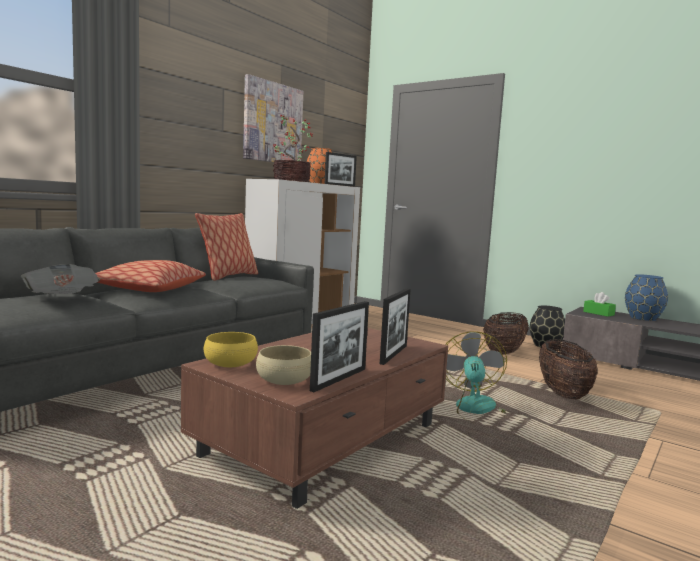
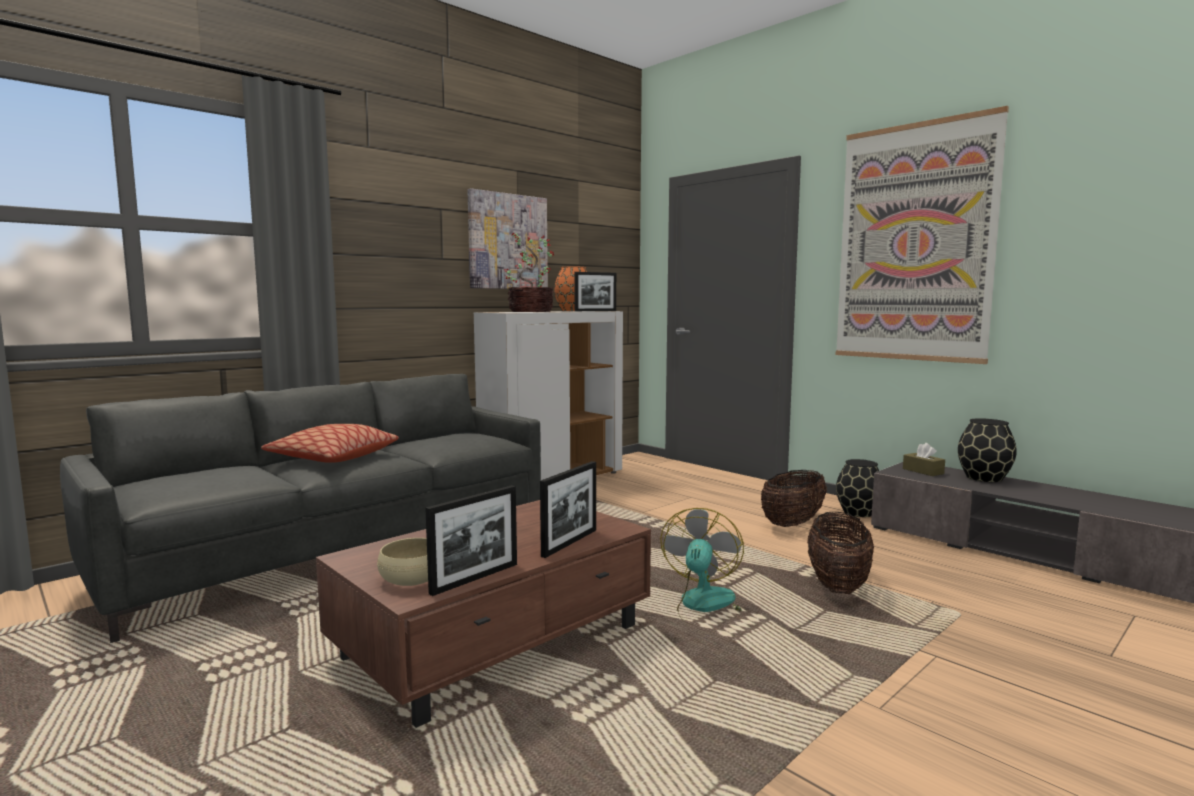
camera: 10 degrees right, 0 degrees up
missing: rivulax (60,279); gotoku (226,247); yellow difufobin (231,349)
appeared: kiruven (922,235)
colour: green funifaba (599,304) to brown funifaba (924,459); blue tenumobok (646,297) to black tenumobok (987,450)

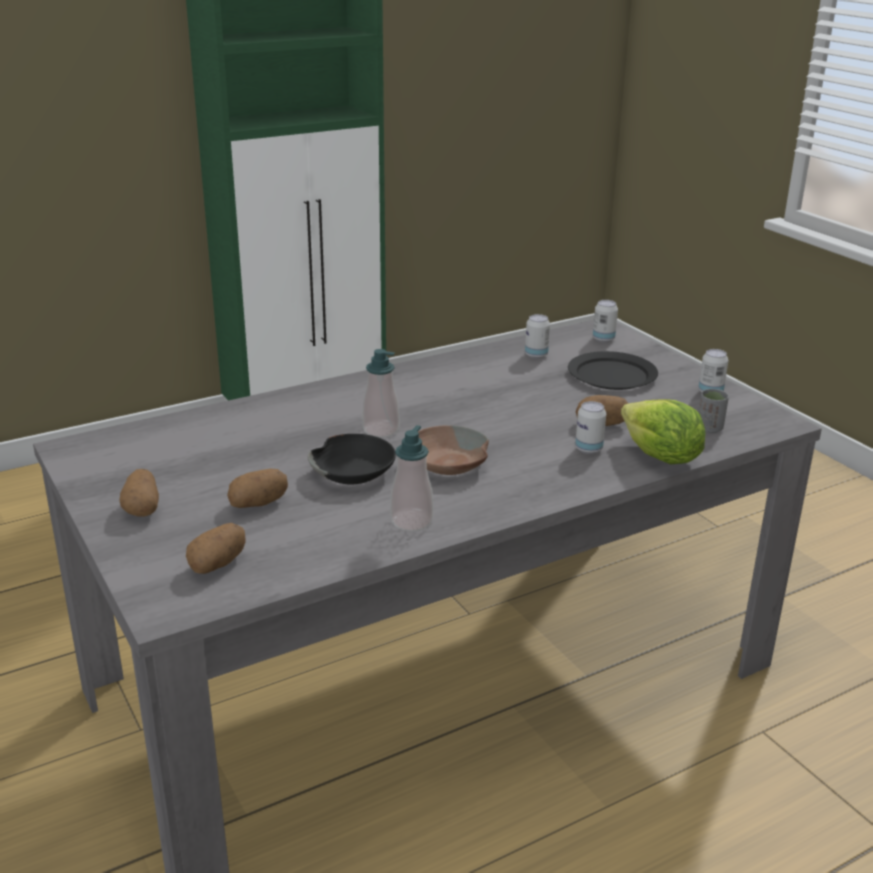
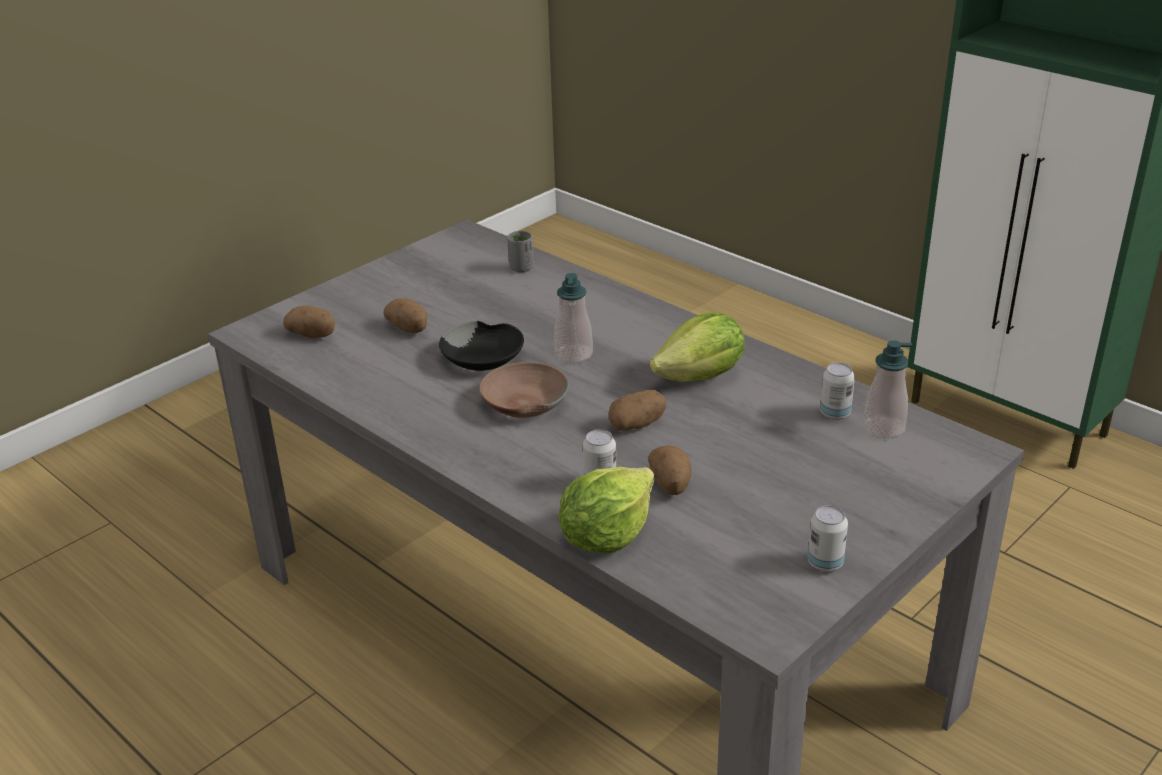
camera: 75 degrees right, 5 degrees up
missing: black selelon (613,370); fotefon (605,321)
appeared: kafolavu (697,347)
relocated: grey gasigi (713,411) to (520,251); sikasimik (139,493) to (637,410); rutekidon (411,478) to (888,389)

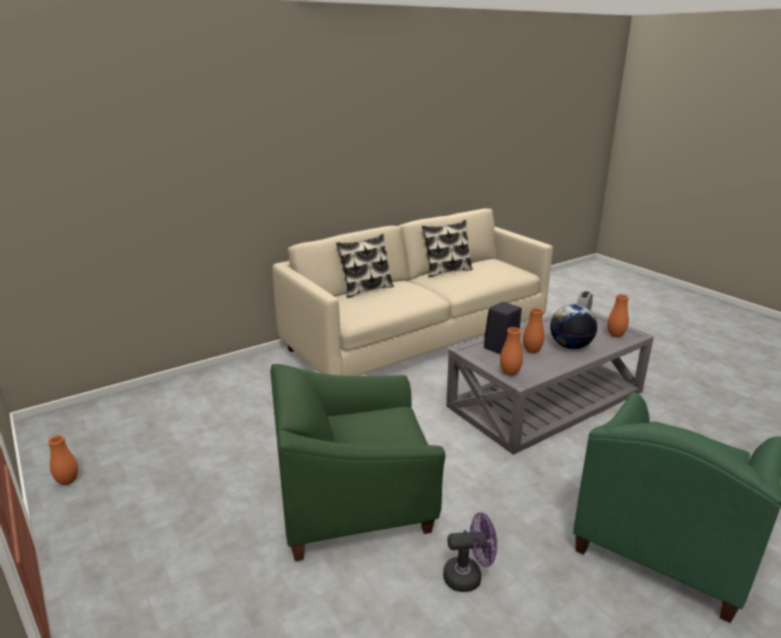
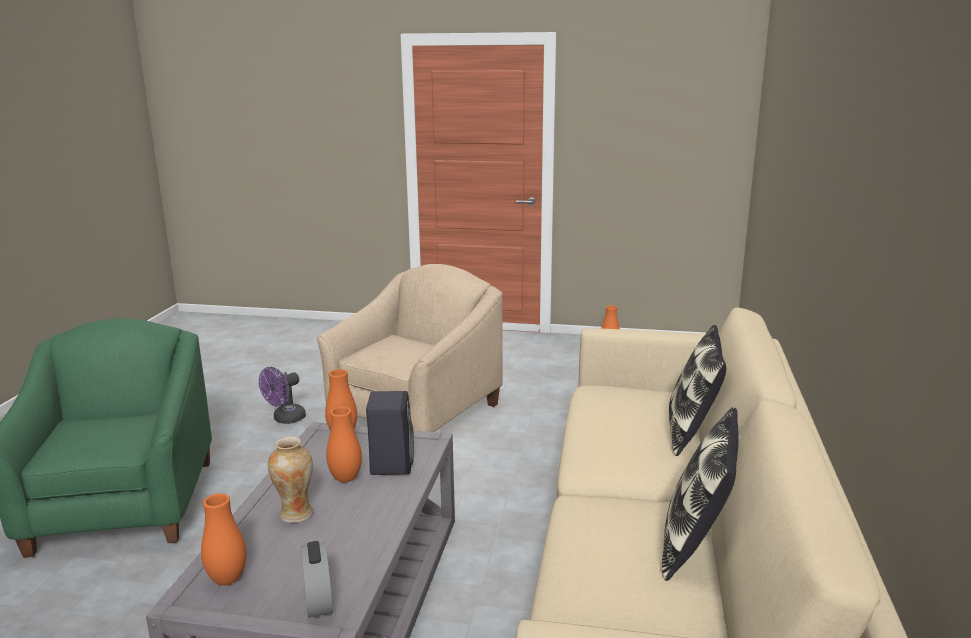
camera: 135 degrees right, 5 degrees down
exchanged: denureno (573,326) to tenumobok (290,479)
colour: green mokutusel (357,462) to beige mokutusel (410,348)

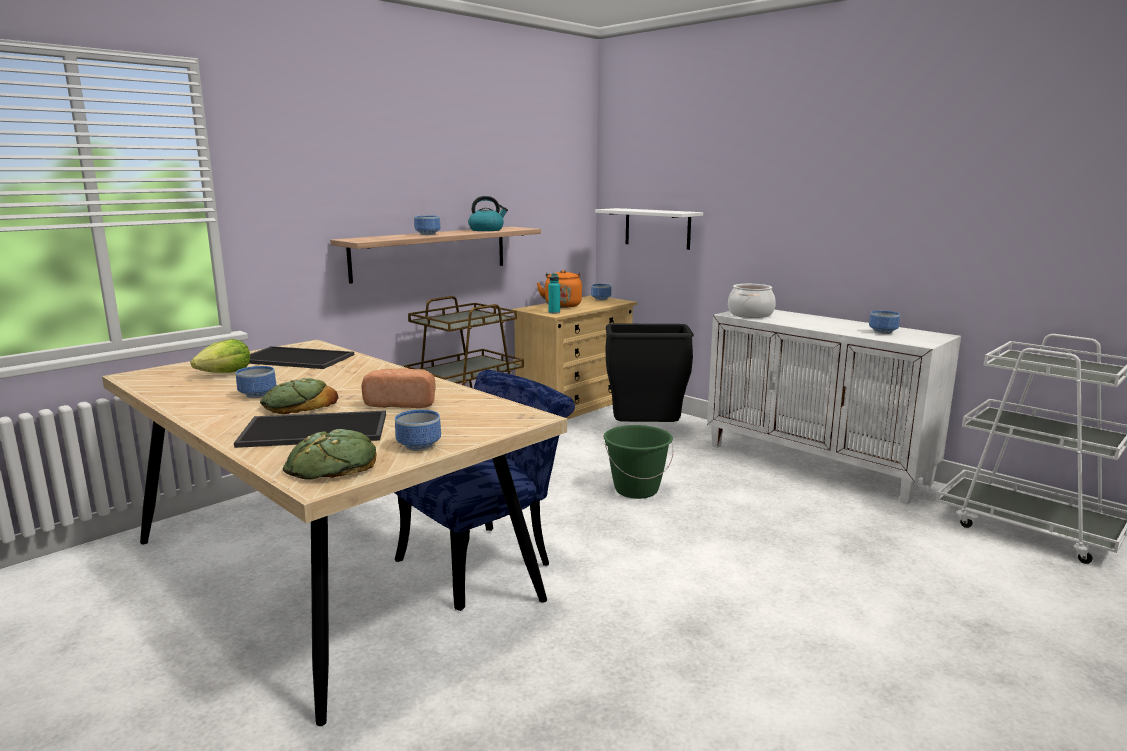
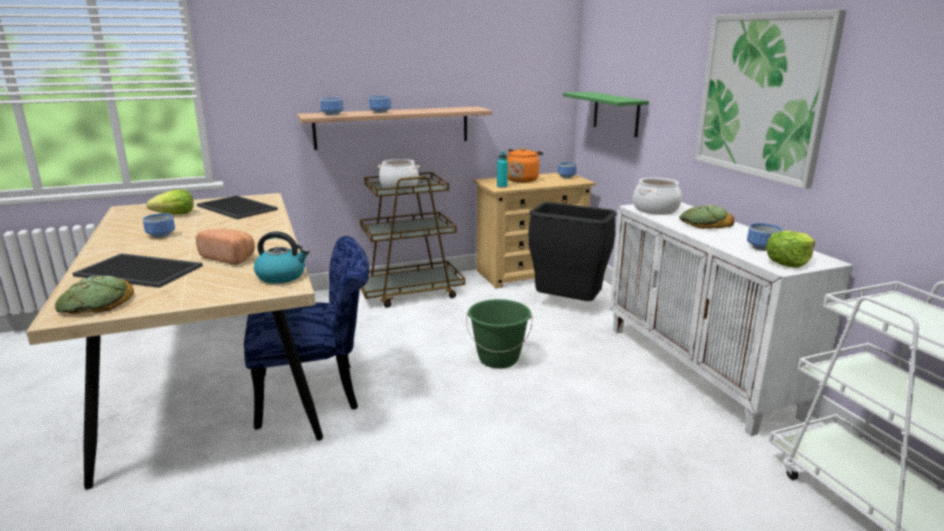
camera: 25 degrees right, 5 degrees up
appeared: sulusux (399,174); kiruven (771,99); kafolavu (790,249)
relocated: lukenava (488,213) to (281,257); difufobin (418,430) to (332,106); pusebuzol (299,396) to (707,217)
colour: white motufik (649,229) to green motufik (606,114)

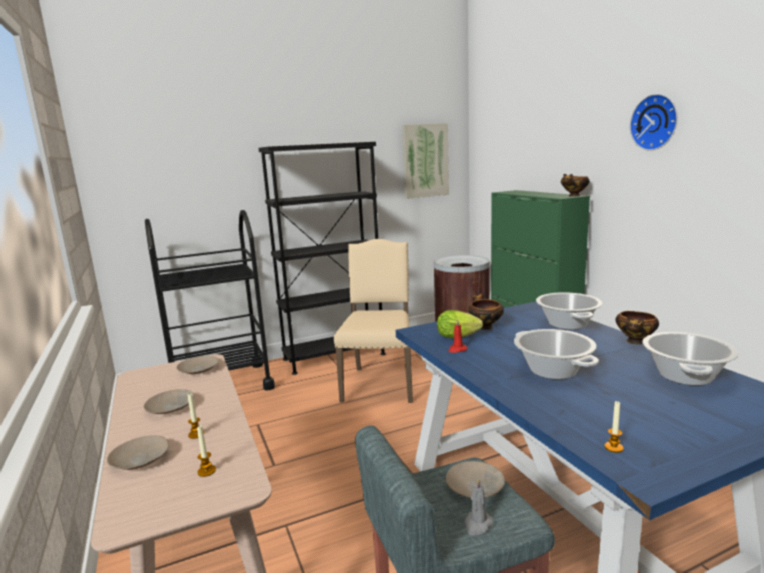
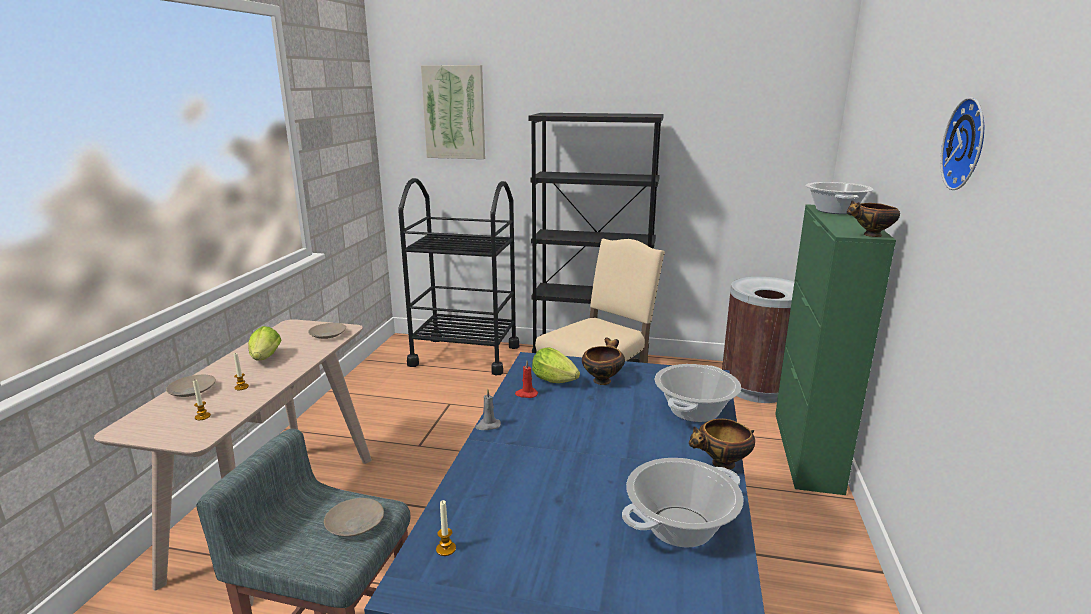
camera: 35 degrees right, 5 degrees up
relocated: kiruven (425,161) to (453,112); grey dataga (479,507) to (488,409); sulusux (556,354) to (839,198)
exchanged: beige selelon (169,401) to kafolavu (264,343)

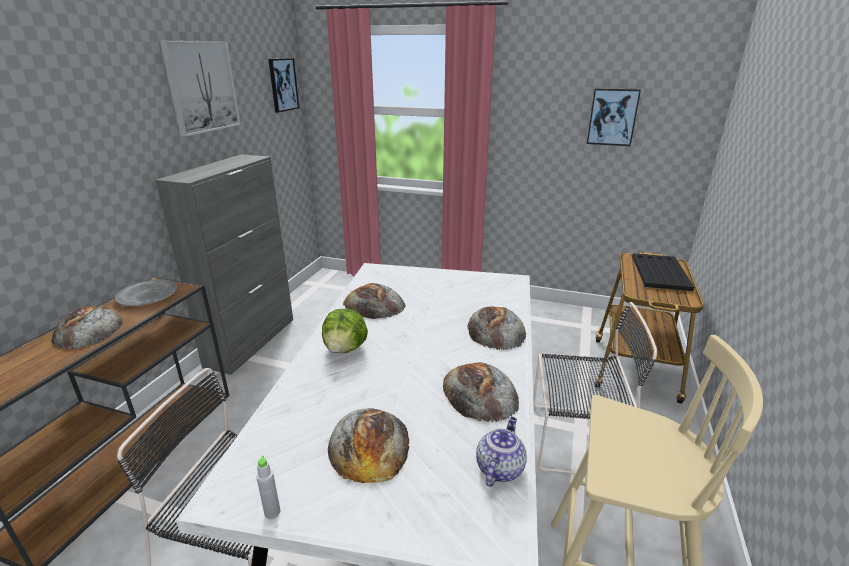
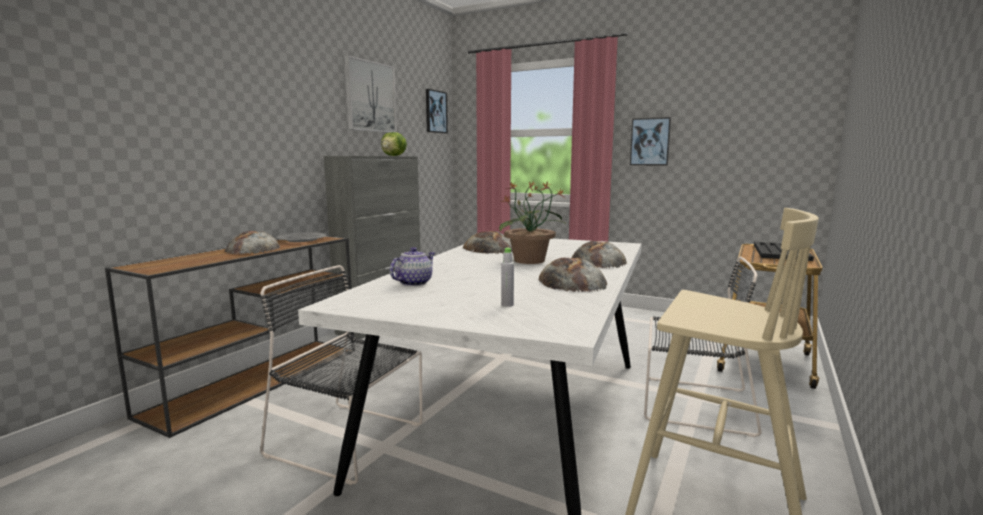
camera: 10 degrees right, 15 degrees down
missing: pusebuzol (368,445)
appeared: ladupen (532,222)
relocated: kafolavu (345,330) to (394,144); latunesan (501,452) to (412,266); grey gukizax (268,487) to (507,277); kiruven (614,117) to (650,141)

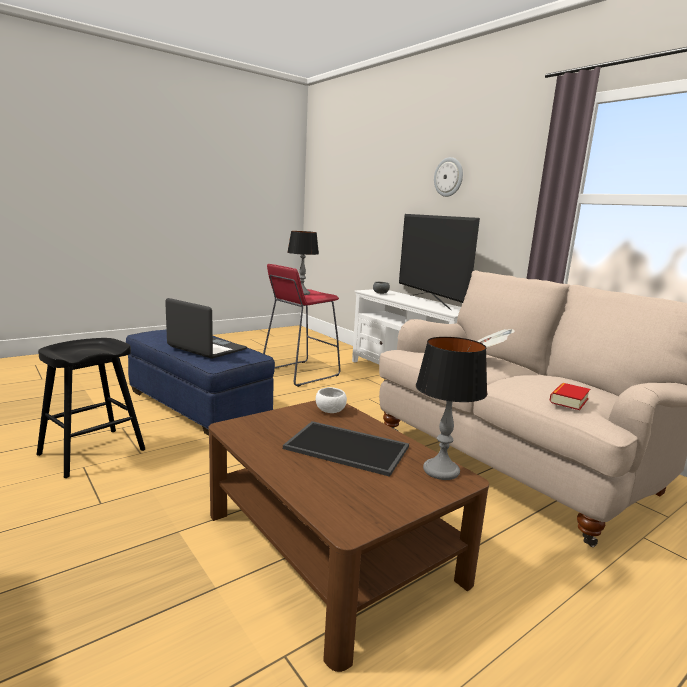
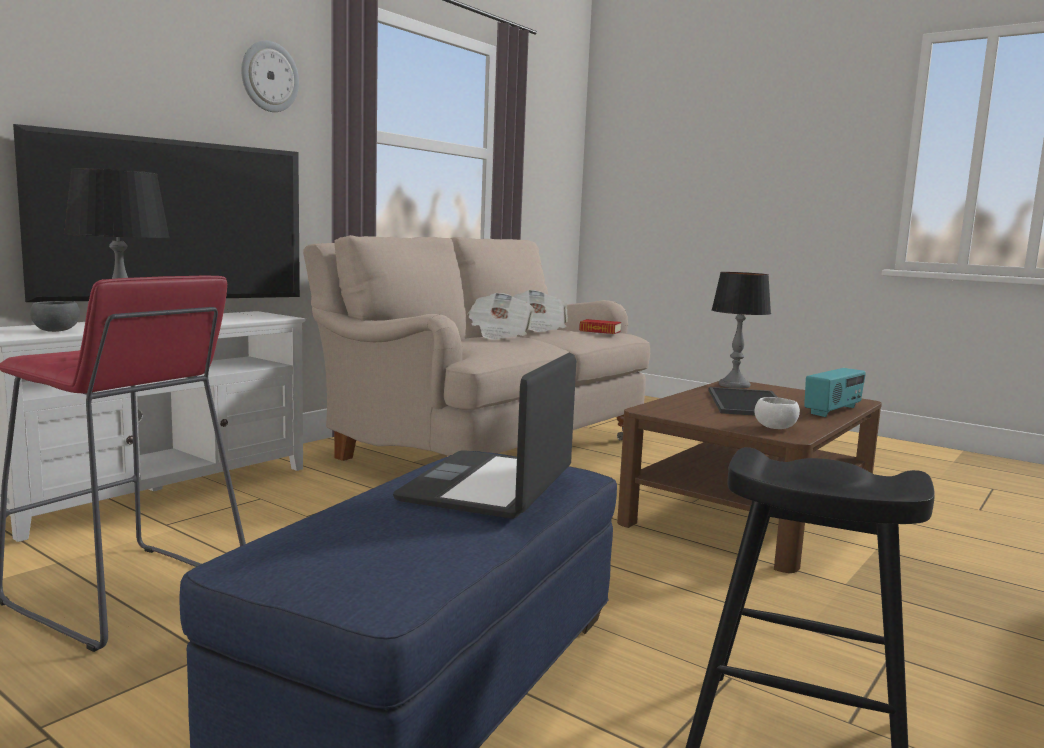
camera: 105 degrees left, 5 degrees down
appeared: rivulax (540,311); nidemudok (835,392)
relocated: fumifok (448,177) to (270,76); white difufobin (331,400) to (777,413)

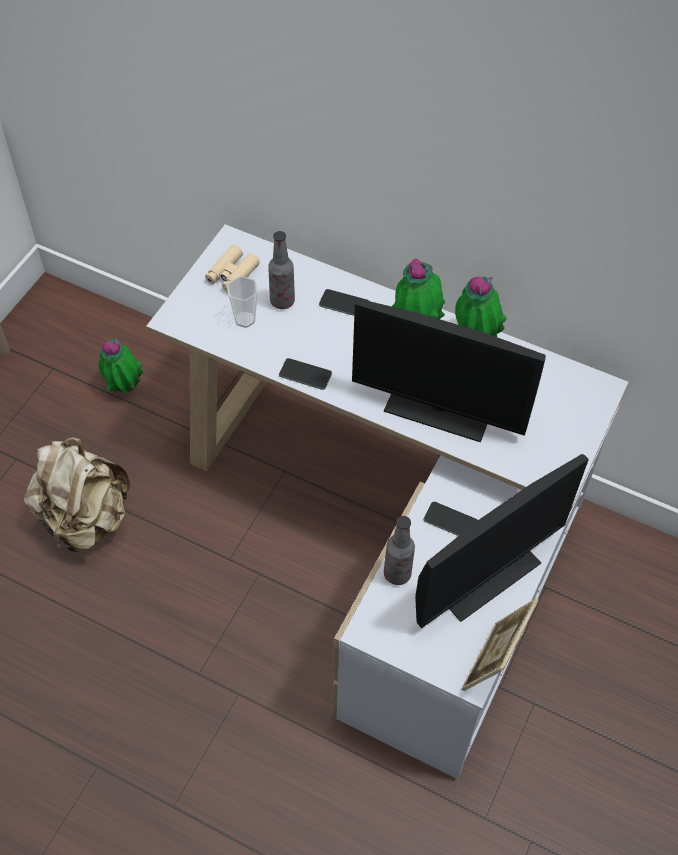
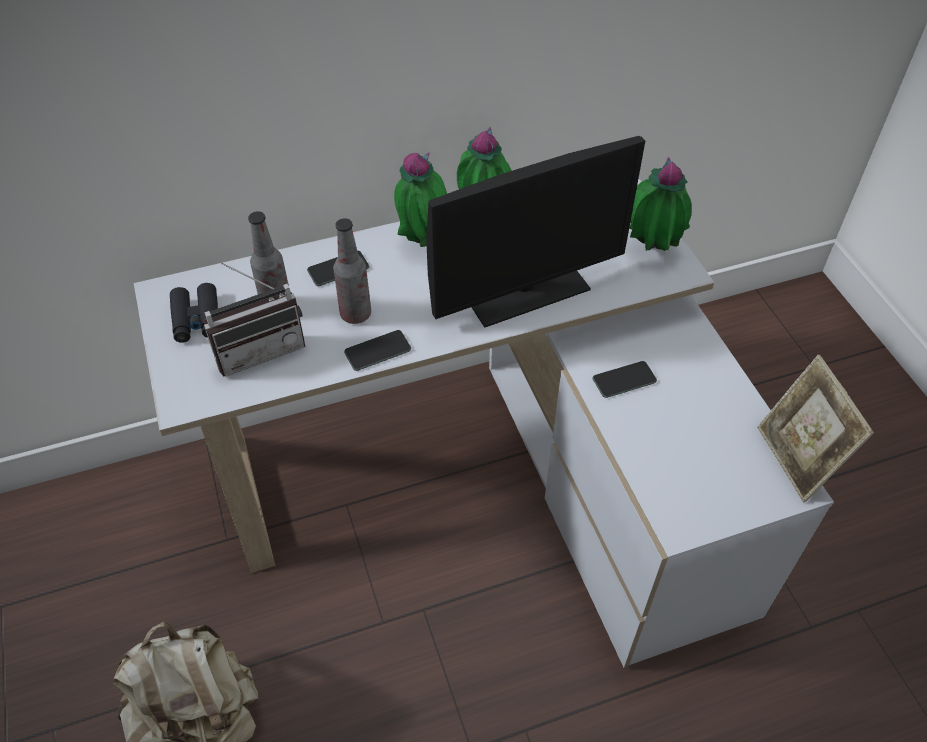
camera: 45 degrees left, 5 degrees down
missing: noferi (502,541)
relocated: gukizax (399,550) to (352,271); ladupen (120,366) to (660,203)
exchanged: gasigi (242,302) to nidemudok (254,320)
colour: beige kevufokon (232,268) to black kevufokon (194,313)

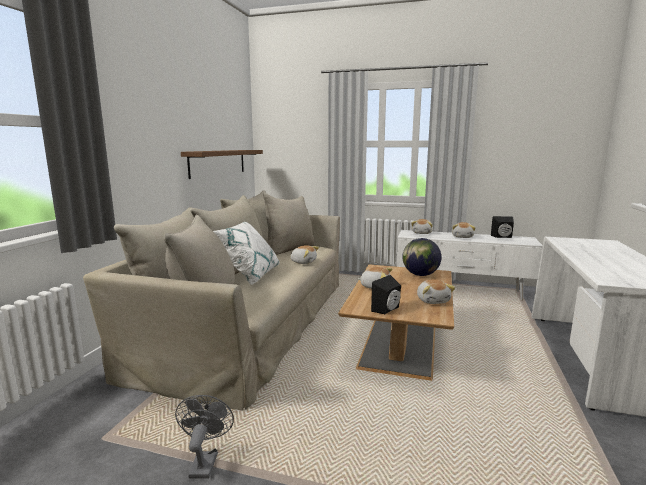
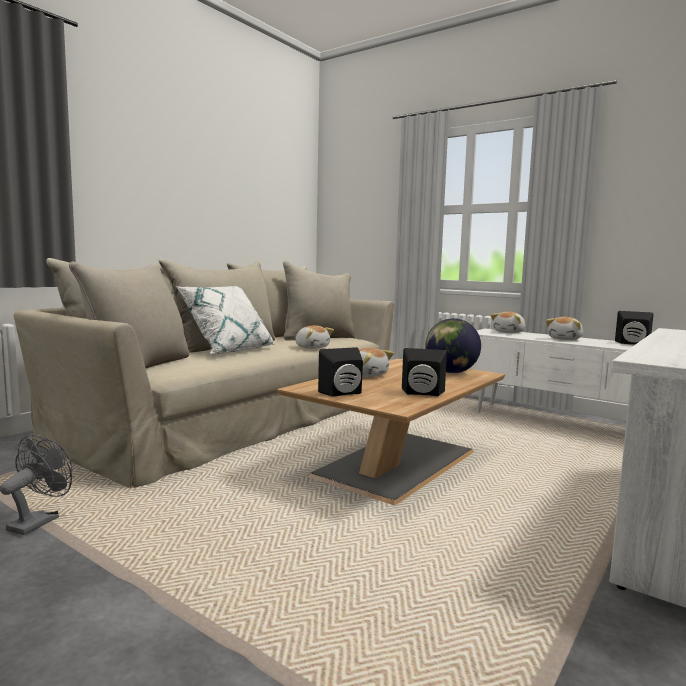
camera: 20 degrees right, 5 degrees down
missing: brown motufik (222,164)
exchanged: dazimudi (436,291) to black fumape (424,372)

